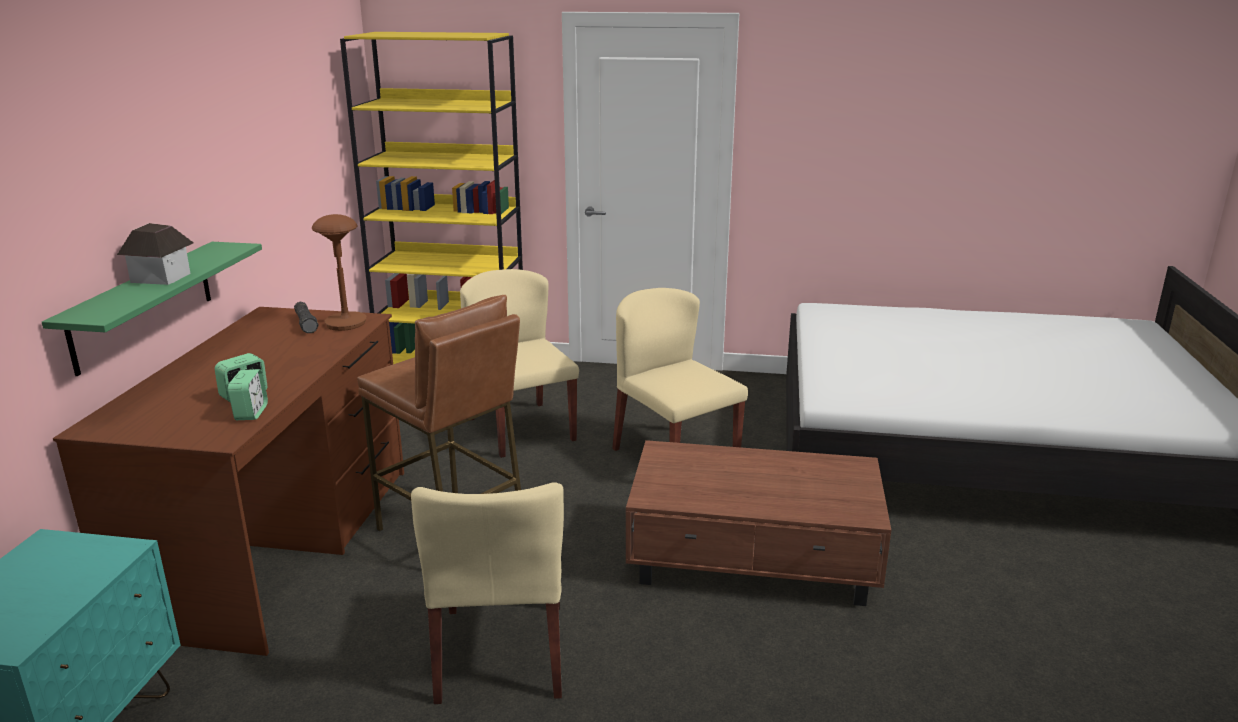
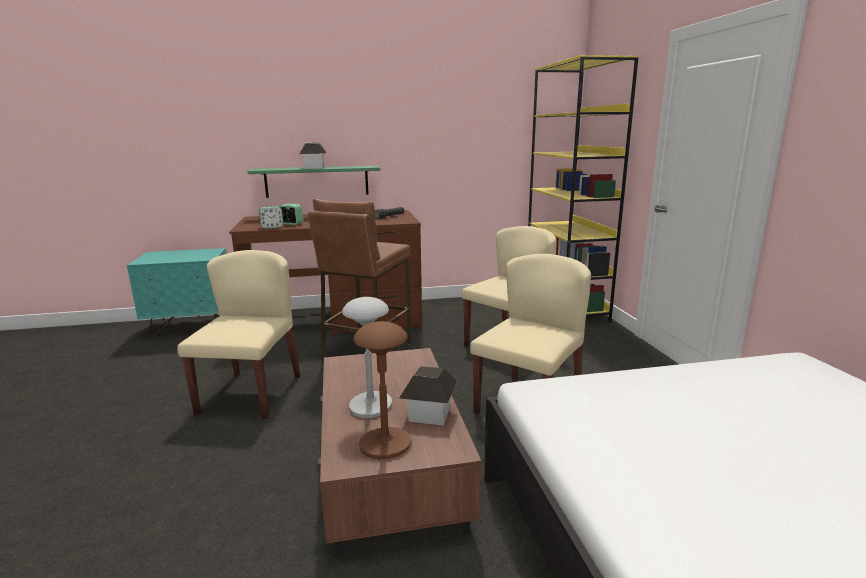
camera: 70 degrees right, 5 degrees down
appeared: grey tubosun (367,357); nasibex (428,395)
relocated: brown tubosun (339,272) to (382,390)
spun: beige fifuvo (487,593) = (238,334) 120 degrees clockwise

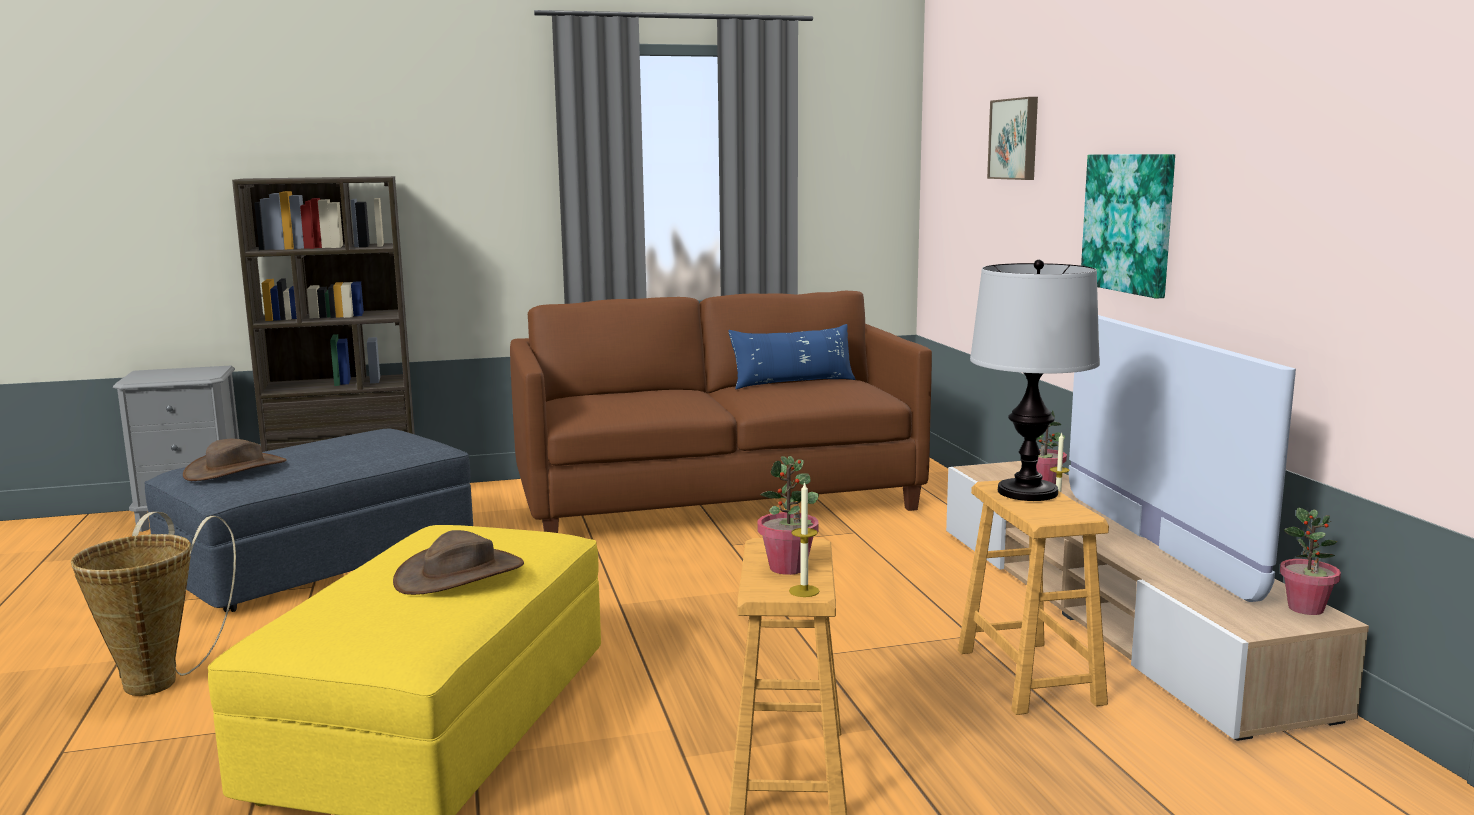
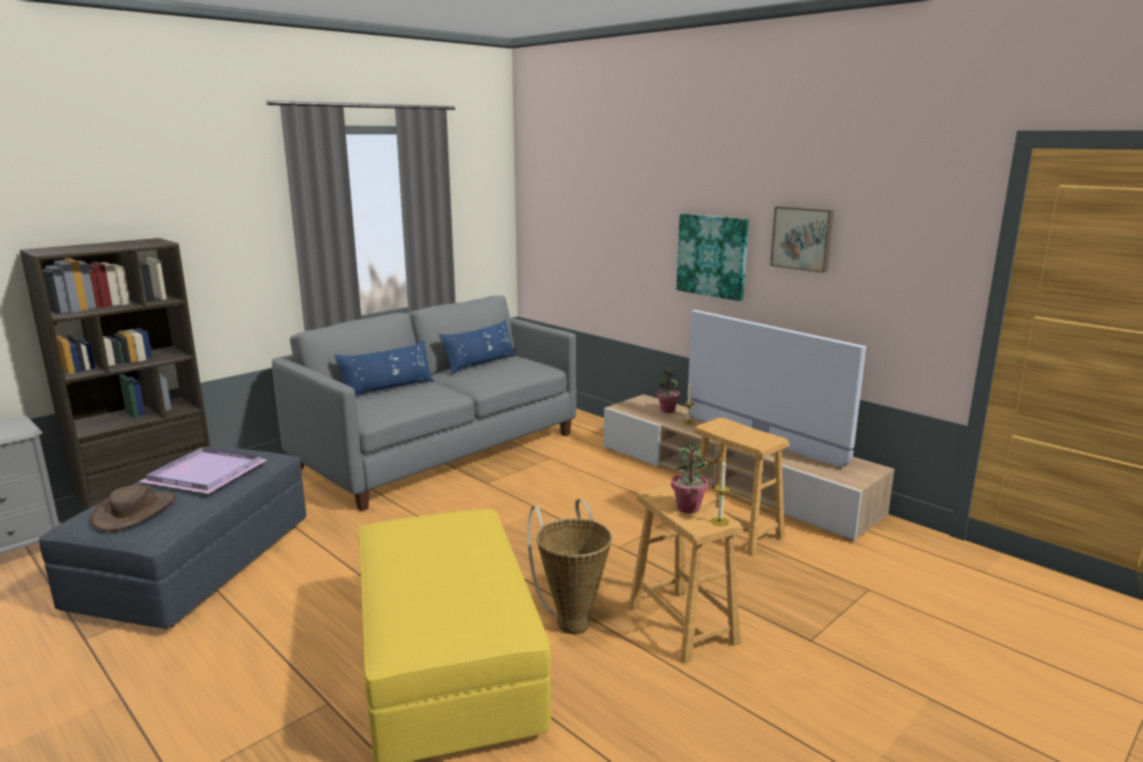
camera: 30 degrees left, 5 degrees up
missing: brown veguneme (458,562); tubosun (1035,380); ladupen (1310,561)
appeared: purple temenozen (203,470); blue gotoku (384,368)
relocated: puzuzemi (153,604) to (570,566); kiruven (1012,138) to (802,239)
colour: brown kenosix (721,412) to grey kenosix (424,403)

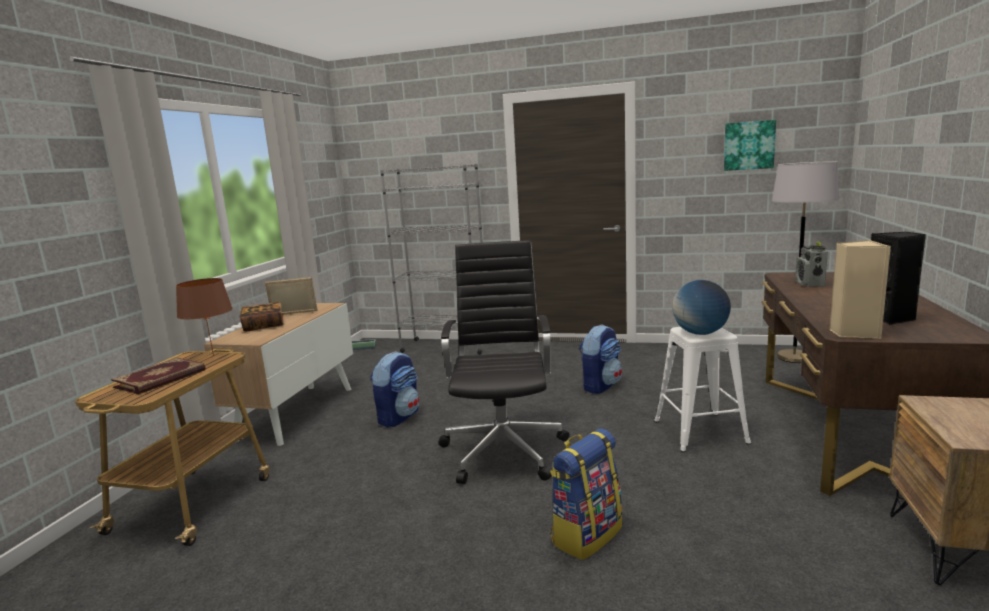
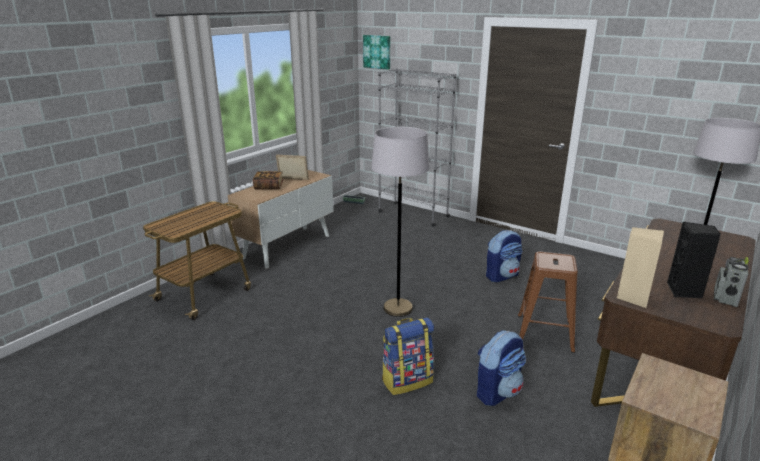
camera: 20 degrees right, 10 degrees up
missing: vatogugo (158,376); brown tubosun (204,317); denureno (701,307)
relocated: kiruven (750,145) to (376,52); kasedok (394,389) to (501,368); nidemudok (811,264) to (731,282)
exchanged: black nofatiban (504,362) to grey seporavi (400,222)
colour: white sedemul (702,389) to brown sedemul (548,302)

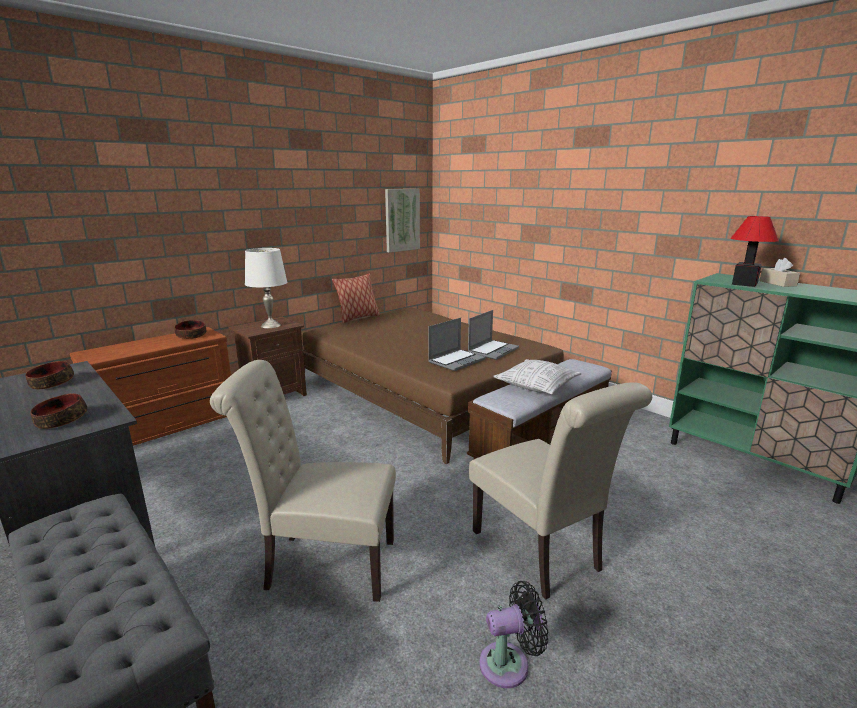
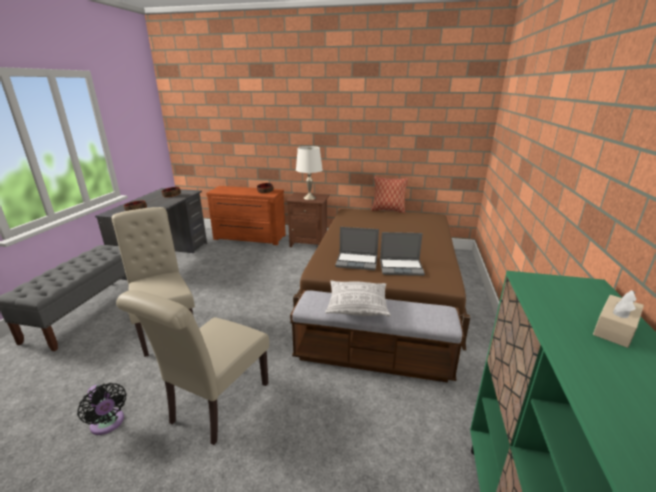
camera: 55 degrees right, 5 degrees up
missing: kiruven (402,221); tubosun (755,251)

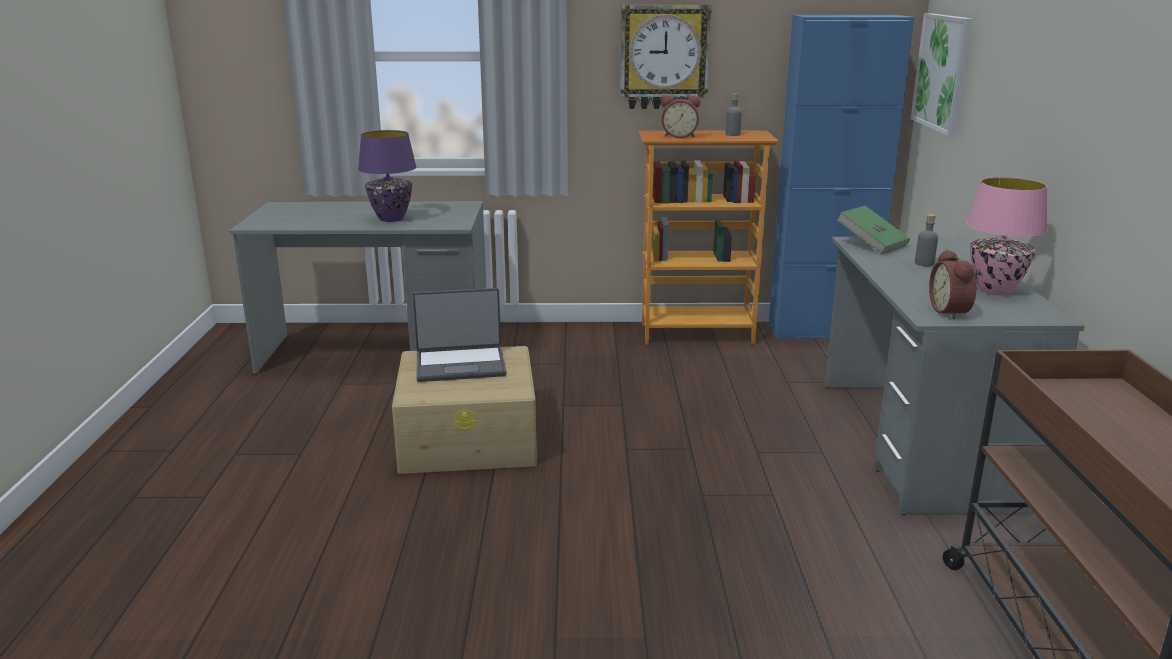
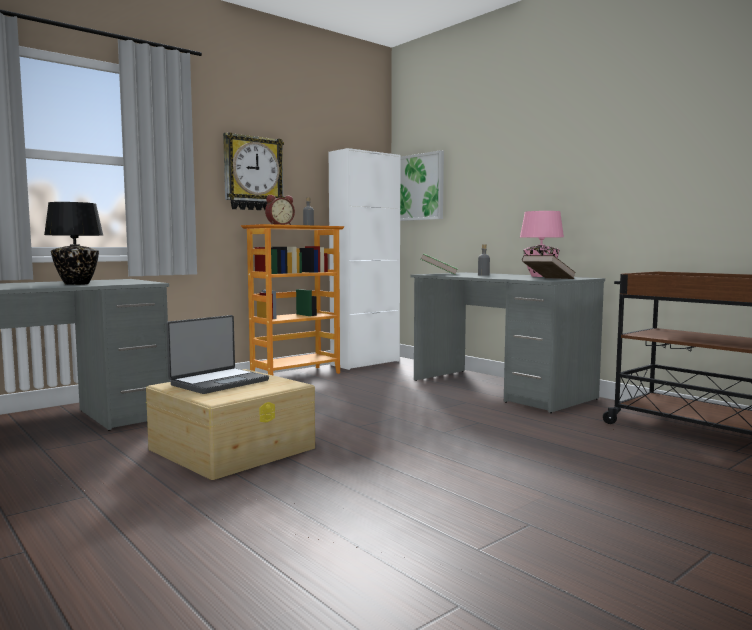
camera: 40 degrees left, 15 degrees down
exchanged: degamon (953,284) to brown vatogugo (549,267)
colour: purple tubosun (387,176) to black tubosun (73,243); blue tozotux (841,177) to white tozotux (365,259)

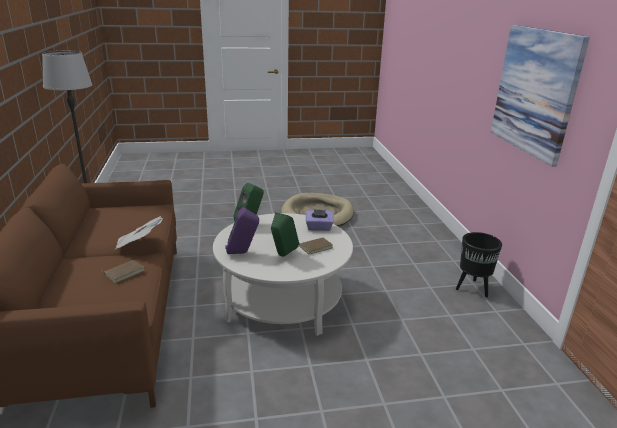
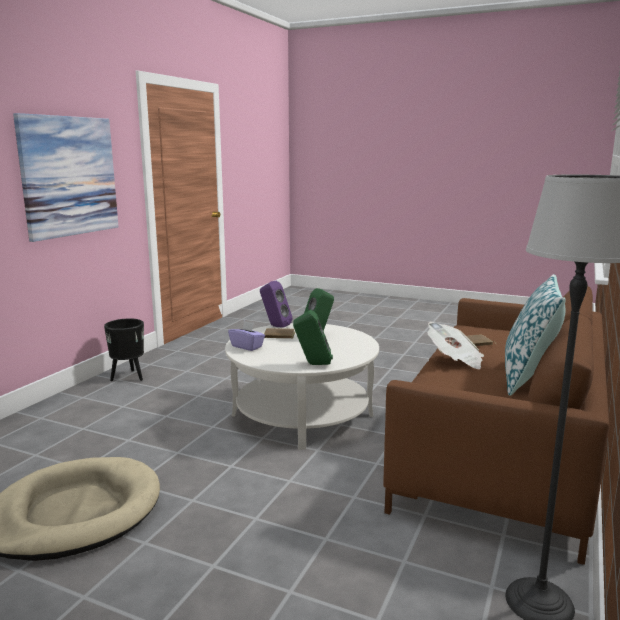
camera: 145 degrees left, 10 degrees down
appeared: gotoku (535,335)
relocated: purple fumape (242,230) to (276,304)

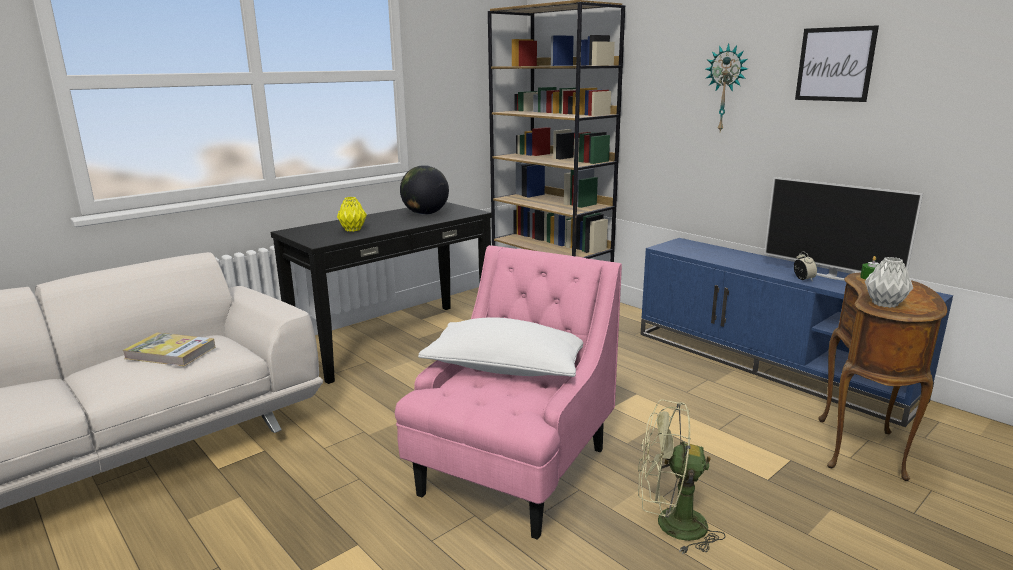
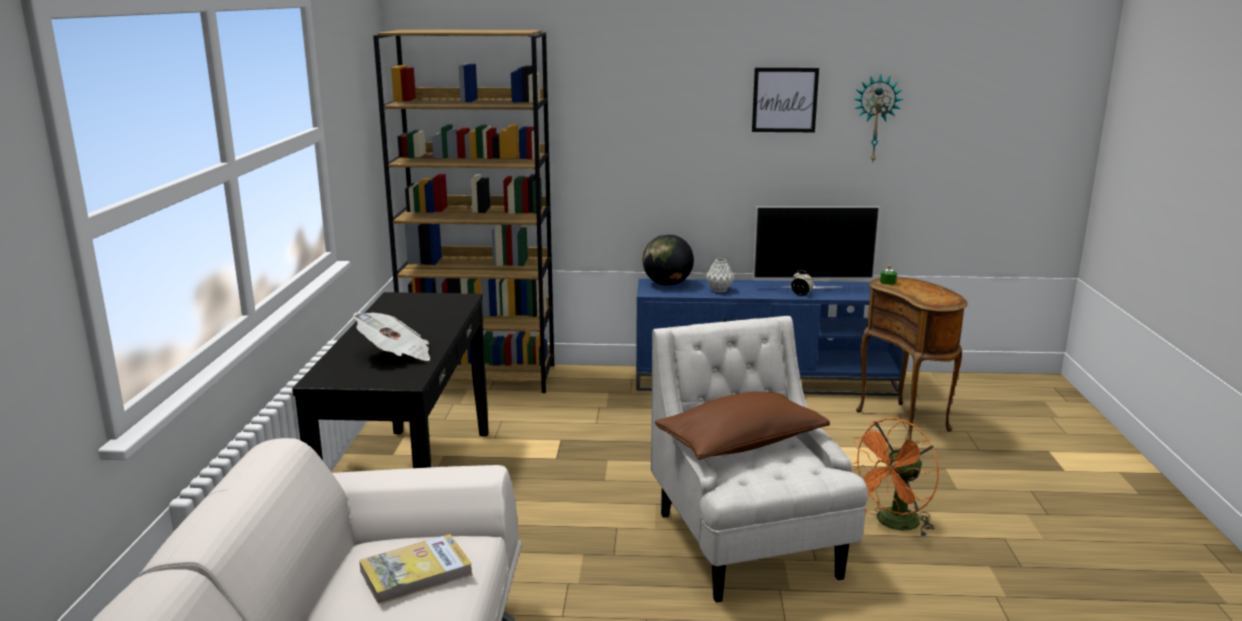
camera: 45 degrees left, 0 degrees up
relocated: denureno (424,190) to (668,260); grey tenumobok (889,282) to (720,276); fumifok (727,87) to (878,119)
exchanged: yellow tenumobok (352,214) to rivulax (391,336)
colour: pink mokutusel (508,392) to white mokutusel (759,459); white gotoku (500,347) to brown gotoku (742,426); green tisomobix (681,476) to orange tisomobix (895,477)

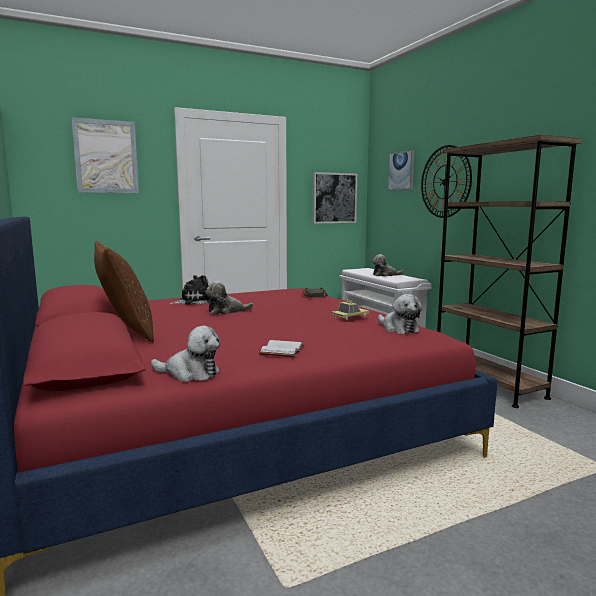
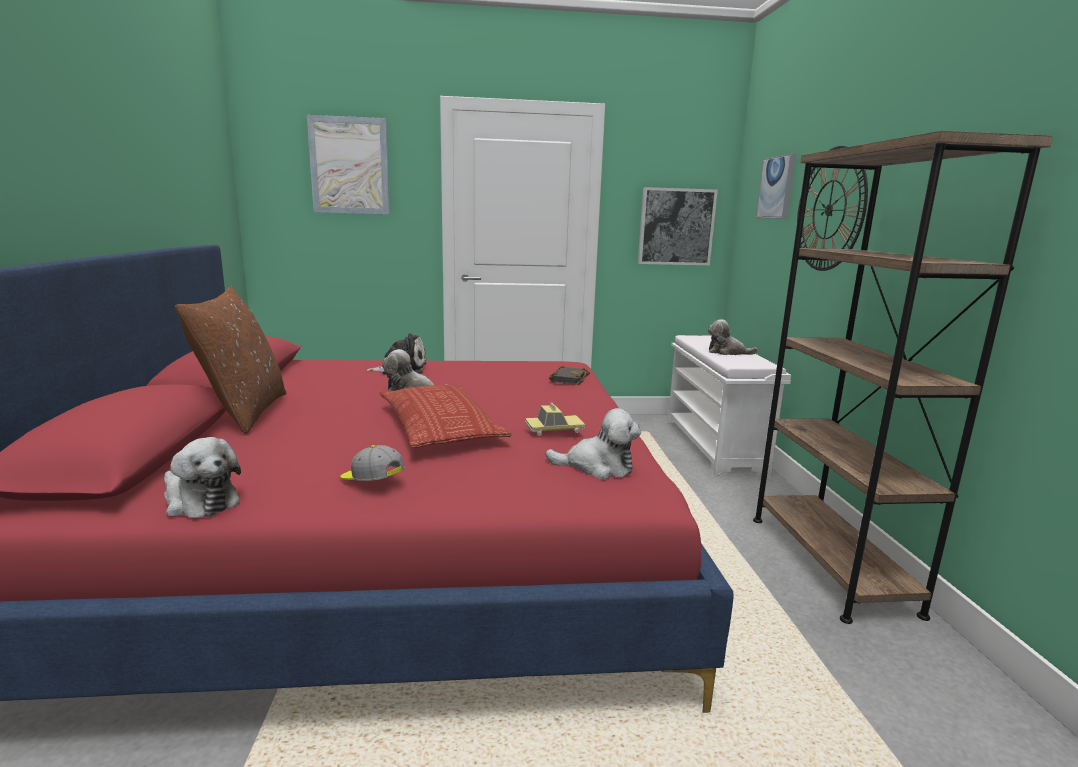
camera: 20 degrees right, 5 degrees up
appeared: gotoku (445,416)
exchanged: white vatogugo (281,348) to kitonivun (372,463)
spun: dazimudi (400,314) = (593,443) 75 degrees counterclockwise

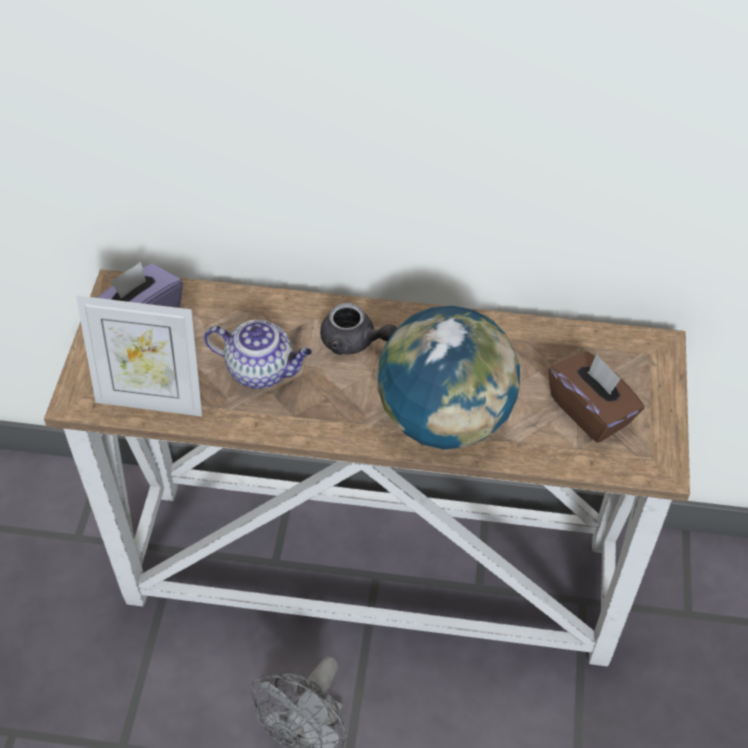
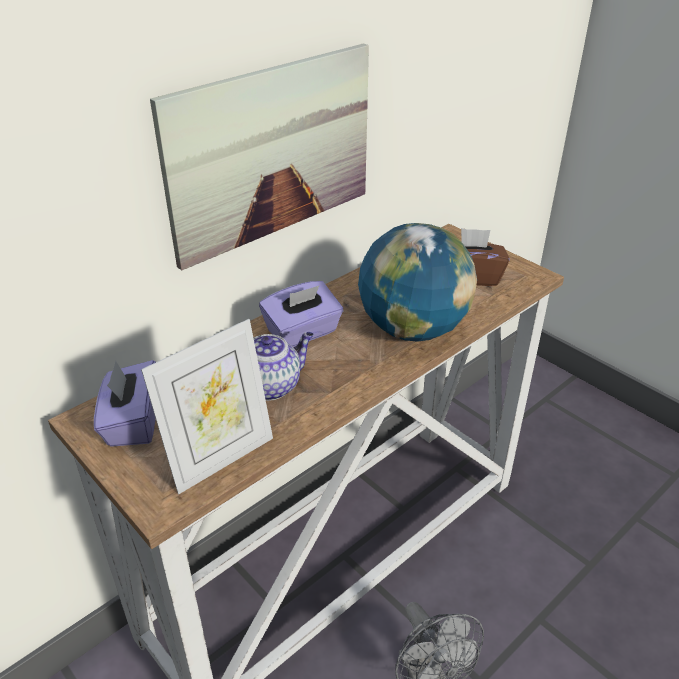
camera: 50 degrees left, 15 degrees down
appeared: kiruven (259,157)
exchanged: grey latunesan (358,329) to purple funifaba (301,314)

